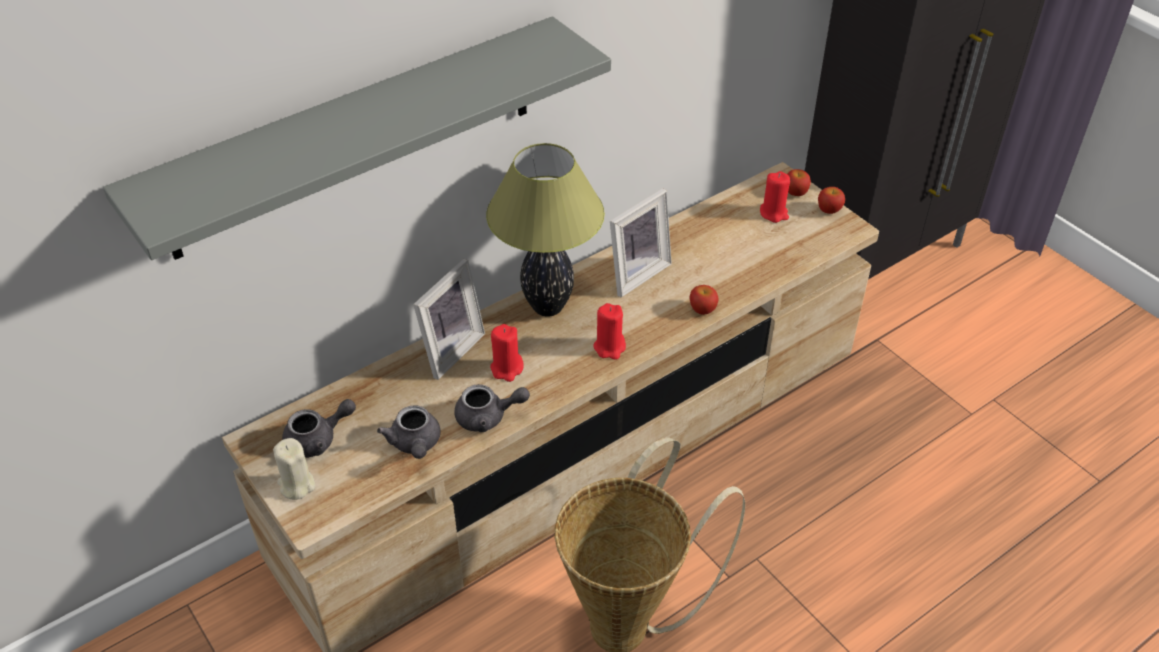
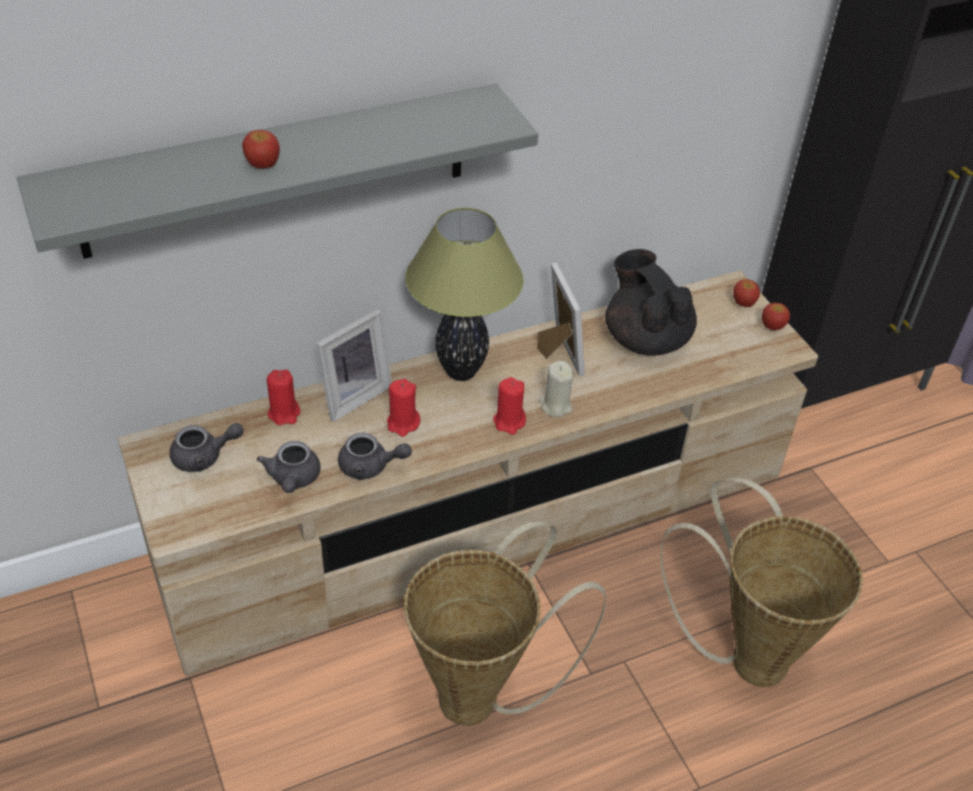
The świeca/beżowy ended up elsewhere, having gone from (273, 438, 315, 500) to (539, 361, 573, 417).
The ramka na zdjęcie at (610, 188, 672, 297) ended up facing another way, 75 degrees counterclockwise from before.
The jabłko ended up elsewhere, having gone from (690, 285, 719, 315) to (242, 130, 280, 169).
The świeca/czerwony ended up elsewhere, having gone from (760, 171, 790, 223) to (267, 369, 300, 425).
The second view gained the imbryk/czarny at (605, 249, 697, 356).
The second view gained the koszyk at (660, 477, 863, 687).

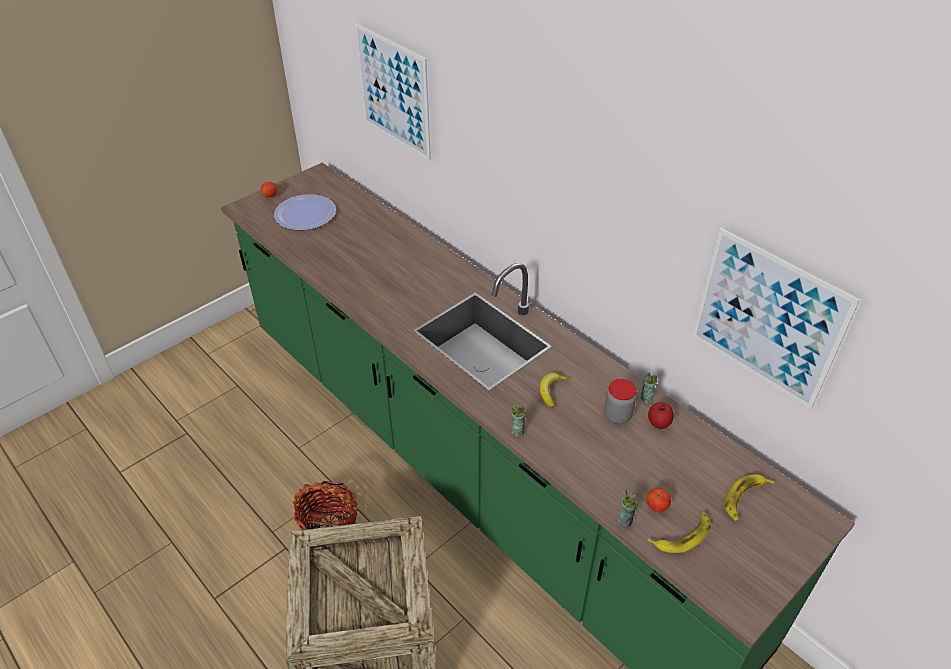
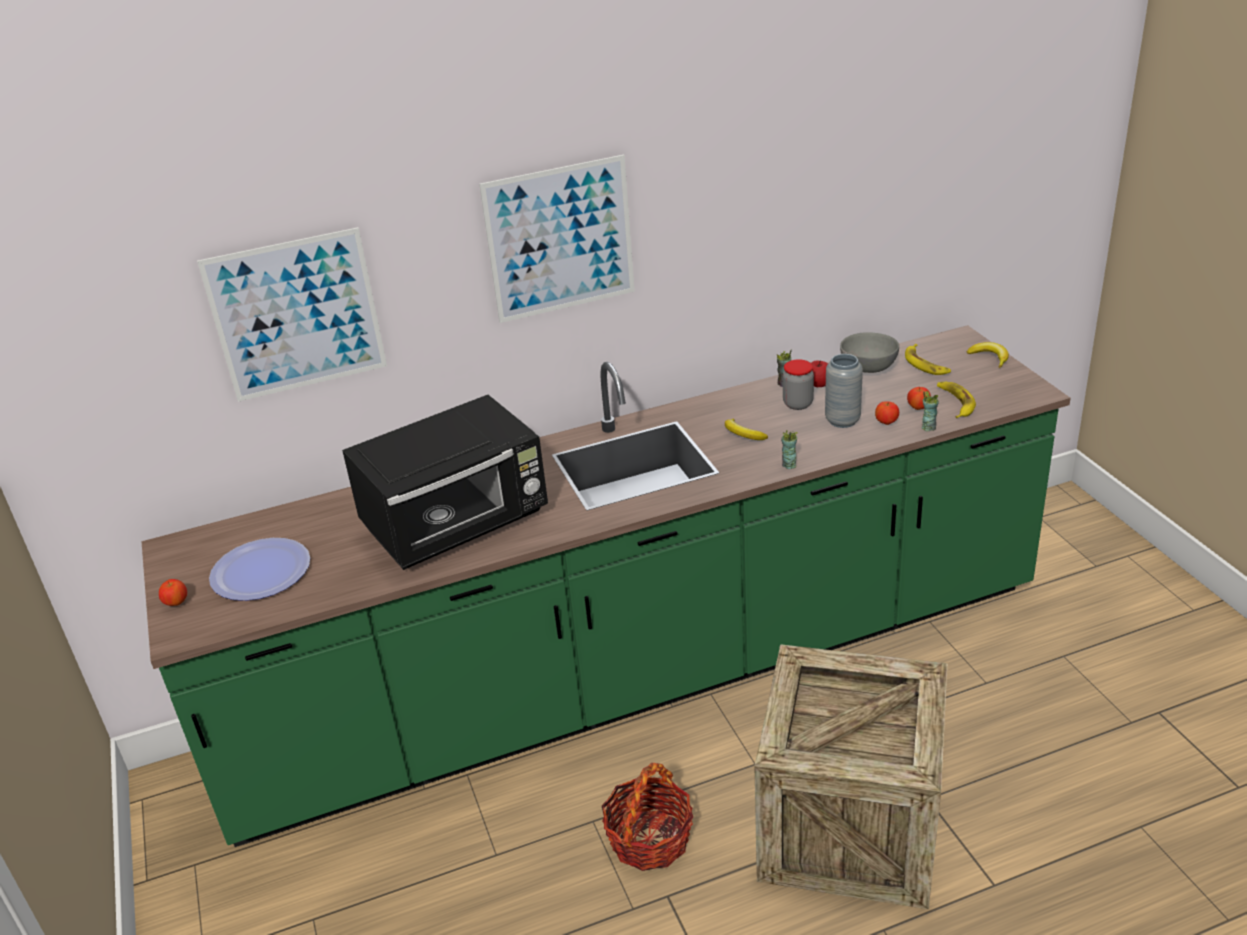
The obraz ended up elsewhere, having gone from (692, 228, 860, 409) to (479, 155, 635, 323).
The second view gained the mikrofalówka/czarny at (342, 395, 548, 570).
The second view gained the wazon/szary at (825, 354, 863, 428).
The second view gained the miska/szary at (840, 332, 899, 373).
The second view gained the jabłko at (875, 401, 899, 425).
The second view gained the banan at (967, 342, 1009, 368).

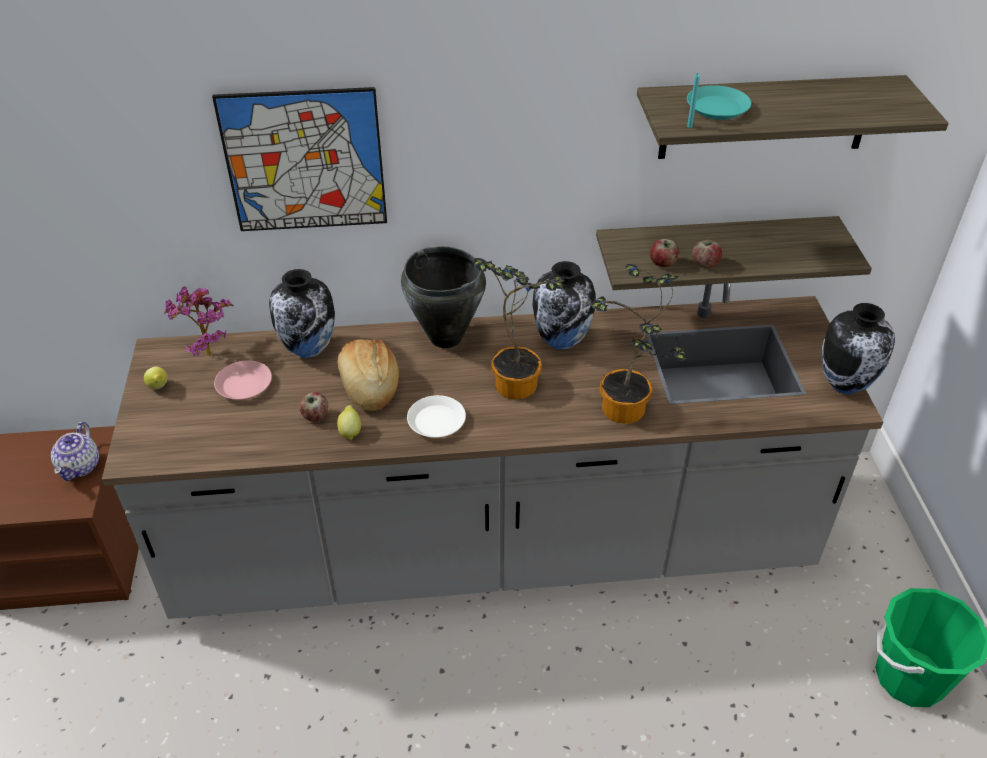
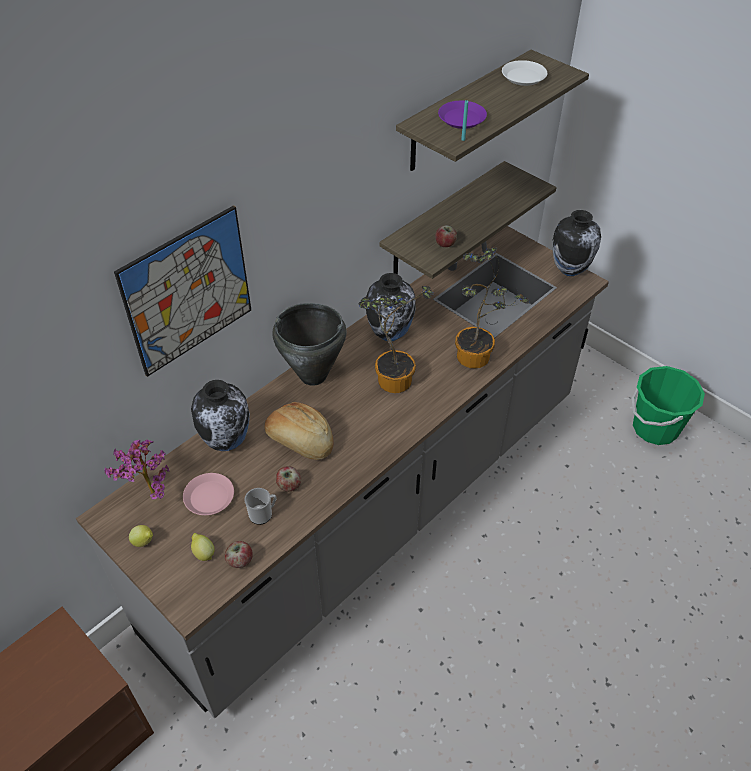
The second view lost the imbryk at (51, 422, 99, 481).
The cytryna ended up elsewhere, having gone from (337, 405, 361, 440) to (191, 533, 215, 561).
The talerz/biały ended up elsewhere, having gone from (407, 395, 466, 438) to (502, 60, 547, 86).
What was the talerz/turkusowy at (687, 85, 751, 120) turned into the talerz/fioletowy at (438, 101, 487, 129).
The jabłko ended up elsewhere, having gone from (692, 240, 722, 268) to (225, 541, 253, 568).
The second view gained the kubek at (244, 488, 277, 525).

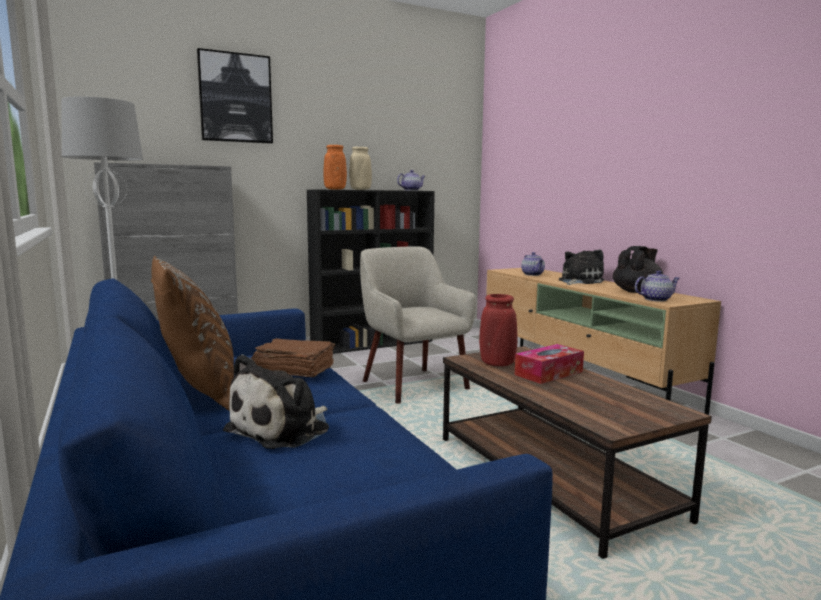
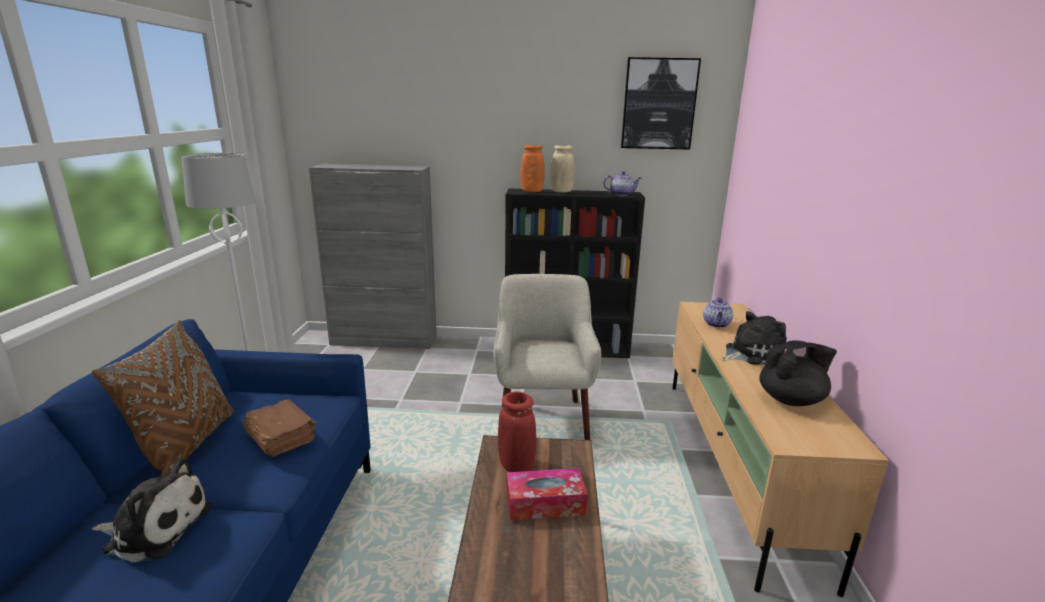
The obraz ended up elsewhere, having gone from (197, 48, 273, 144) to (621, 57, 701, 150).
The pluszak at (223, 354, 329, 449) ended up facing another way, 150 degrees counterclockwise from before.
The second view lost the imbryk at (635, 270, 680, 302).

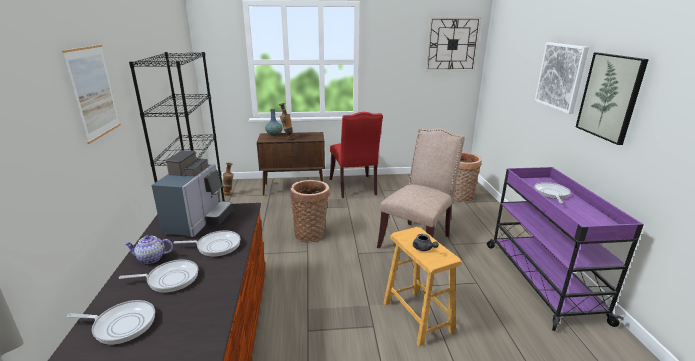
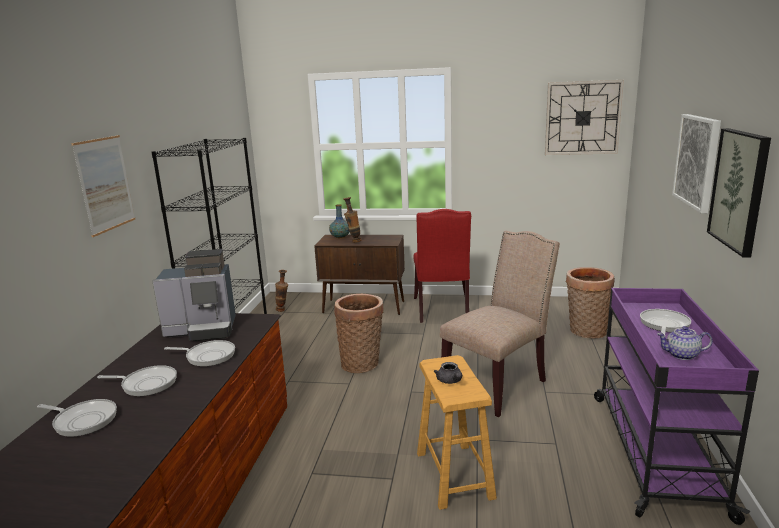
The imbryk ended up elsewhere, having gone from (124, 235, 173, 264) to (657, 326, 713, 360).
The ekspres do kawy at (151, 150, 232, 237) ended up facing another way, 60 degrees clockwise from before.

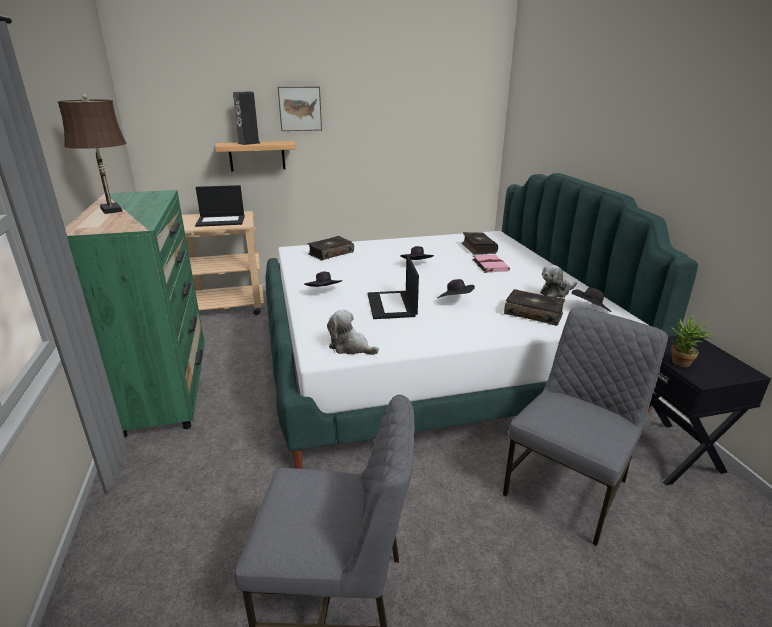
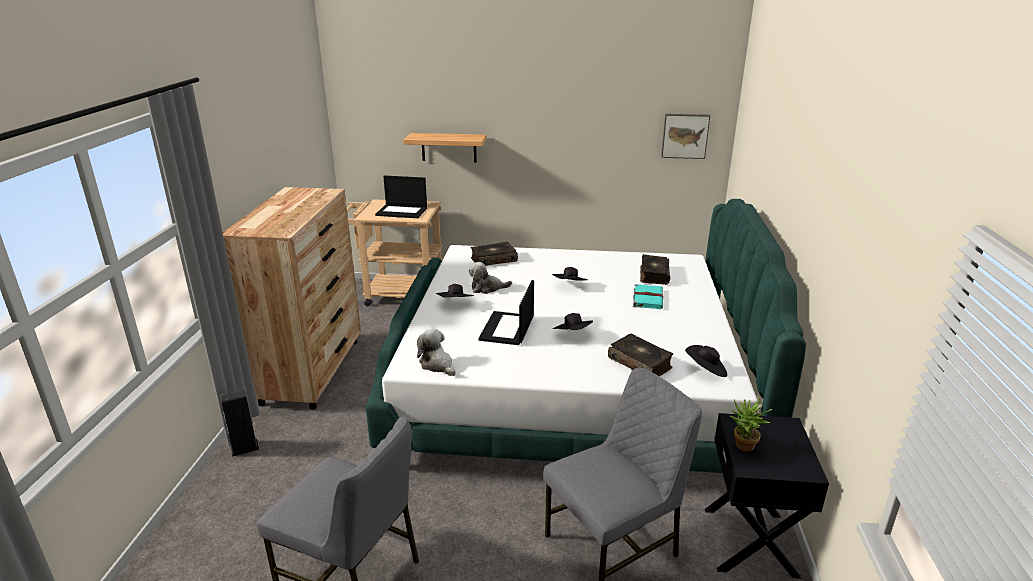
The second view lost the lampa stołowa/brązowy at (58, 94, 126, 214).
What was the komoda/zielony at (65, 190, 205, 438) turned into the komoda/brązowy at (223, 187, 361, 410).
The głośnik ended up elsewhere, having gone from (233, 91, 260, 145) to (221, 388, 259, 457).
The obraz ended up elsewhere, having gone from (278, 87, 322, 131) to (661, 114, 710, 159).
What was the książka/różowy at (472, 254, 510, 273) turned into the książka/turkusowy at (633, 284, 663, 309).
The pluszak ended up elsewhere, having gone from (540, 265, 577, 298) to (469, 262, 512, 294).

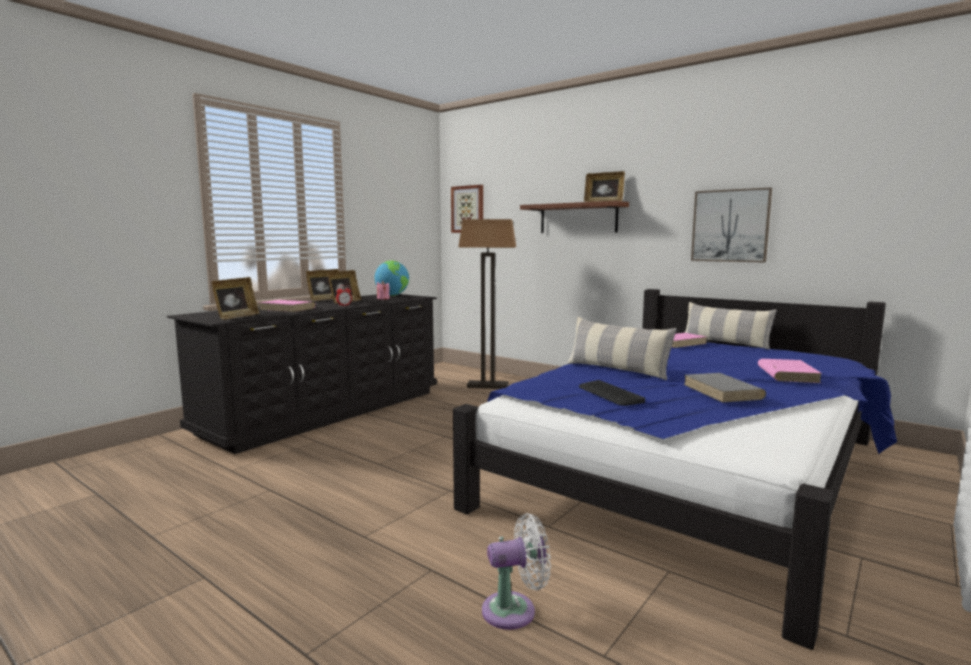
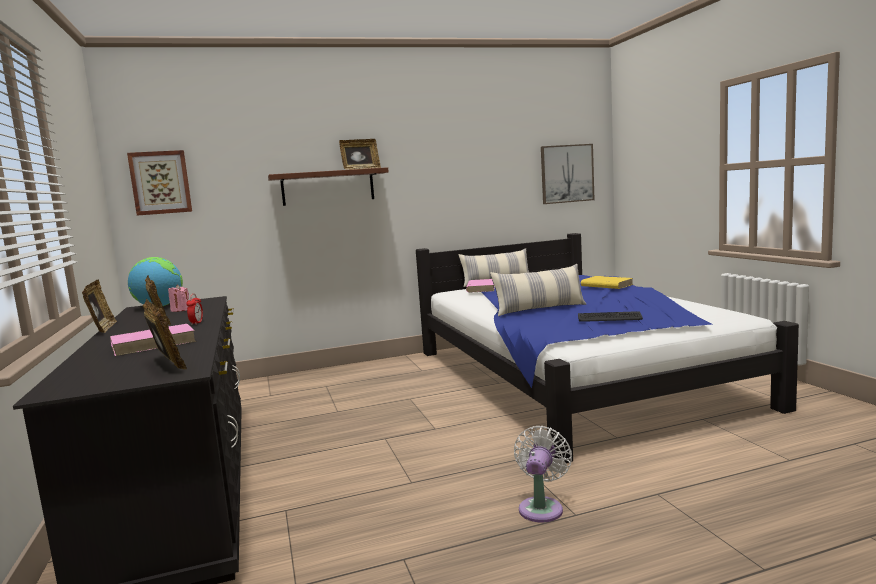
The second view lost the lampa stojąca at (458, 219, 516, 389).
The wentylator/biały ended up elsewhere, having gone from (482, 513, 551, 630) to (514, 426, 572, 522).
The second view lost the książka/szary at (683, 373, 766, 403).
The obraz ended up elsewhere, having gone from (691, 187, 772, 263) to (541, 144, 594, 204).
What was the książka/różowy at (758, 359, 822, 383) turned into the książka/żółty at (581, 276, 633, 289).

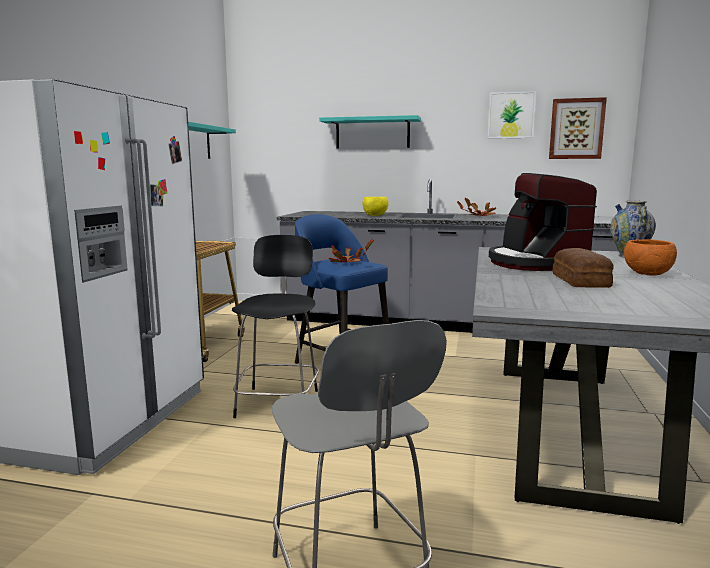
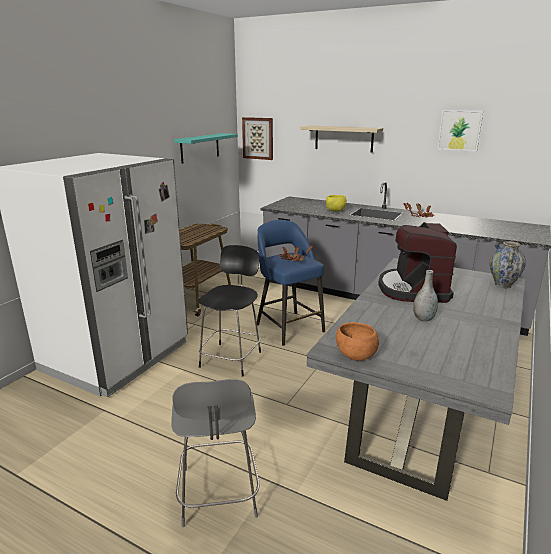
What was the półka/turkusowy at (319, 115, 421, 148) turned into the półka/beżowy at (300, 125, 383, 152).
The obraz ended up elsewhere, having gone from (549, 97, 607, 159) to (242, 117, 273, 160).
Where the chleb stood at (552, 248, 614, 288), the wazon/szary came to stand at (413, 270, 438, 322).
The miska/pomarańczowy ended up elsewhere, having gone from (624, 240, 677, 276) to (336, 322, 379, 361).

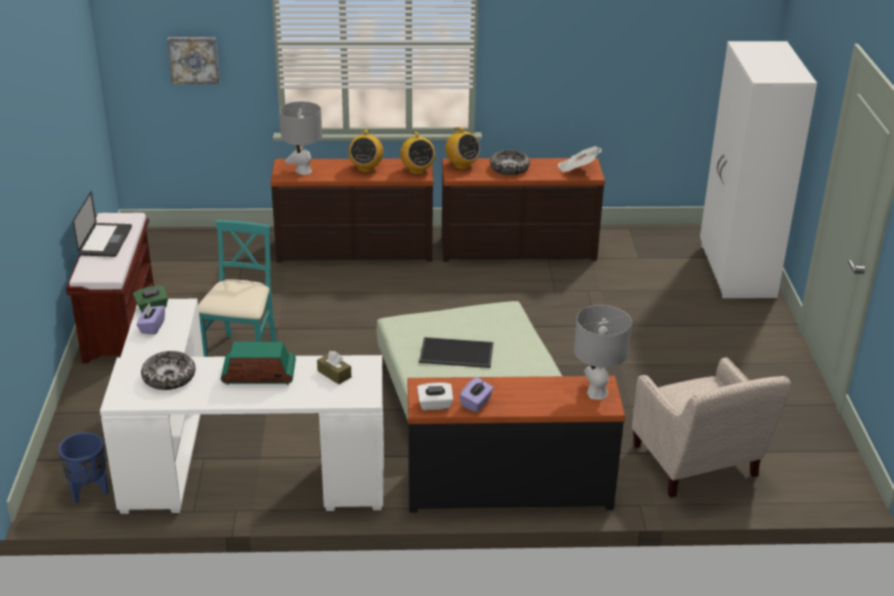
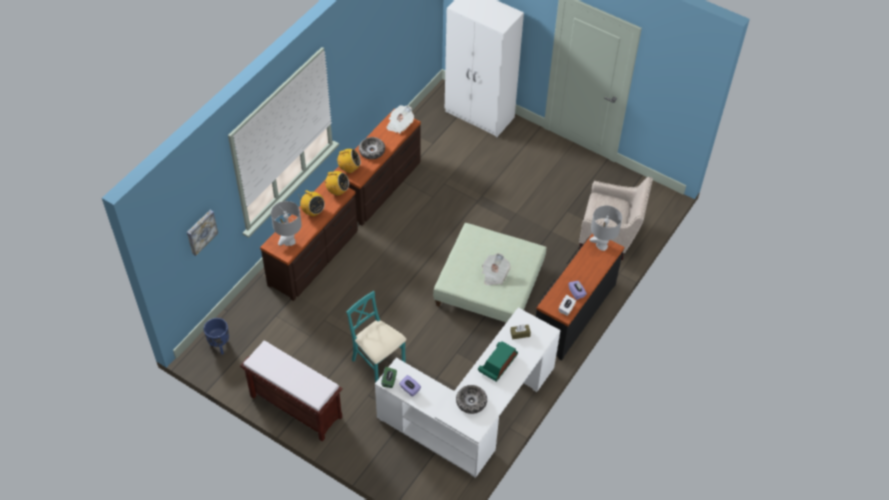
The donica/niebieski ended up elsewhere, having gone from (58, 432, 108, 504) to (204, 318, 229, 355).
The second view lost the laptop at (73, 191, 132, 257).
Where the taca stood at (419, 337, 494, 368), the gazeta came to stand at (482, 253, 511, 285).

